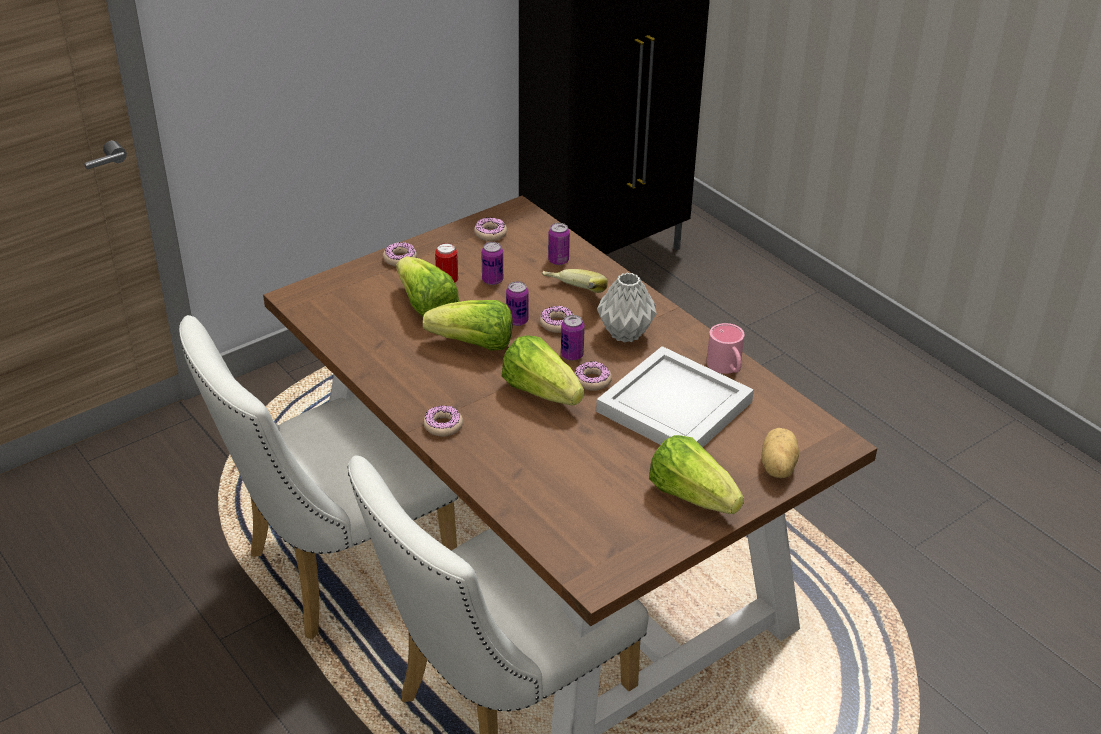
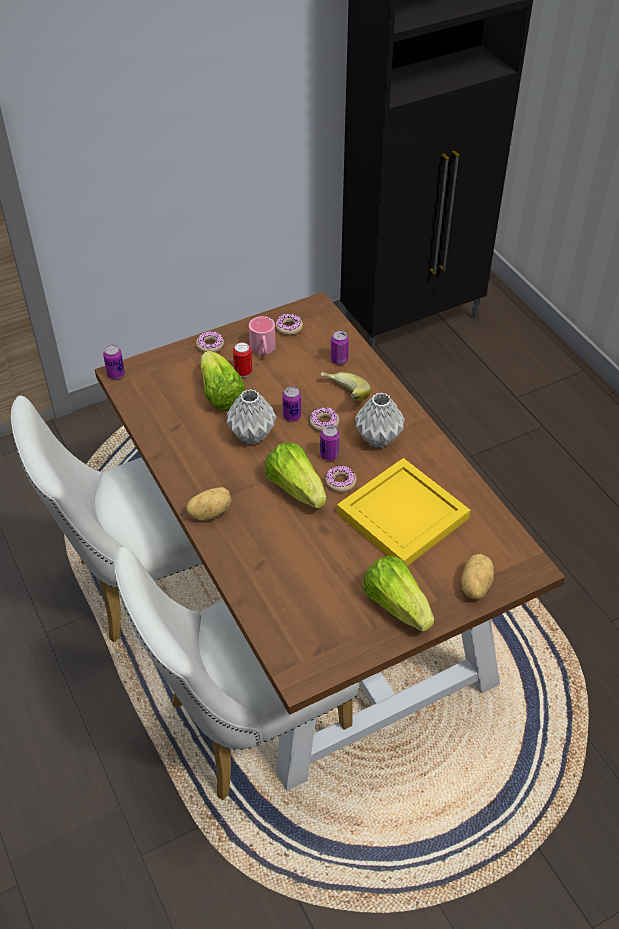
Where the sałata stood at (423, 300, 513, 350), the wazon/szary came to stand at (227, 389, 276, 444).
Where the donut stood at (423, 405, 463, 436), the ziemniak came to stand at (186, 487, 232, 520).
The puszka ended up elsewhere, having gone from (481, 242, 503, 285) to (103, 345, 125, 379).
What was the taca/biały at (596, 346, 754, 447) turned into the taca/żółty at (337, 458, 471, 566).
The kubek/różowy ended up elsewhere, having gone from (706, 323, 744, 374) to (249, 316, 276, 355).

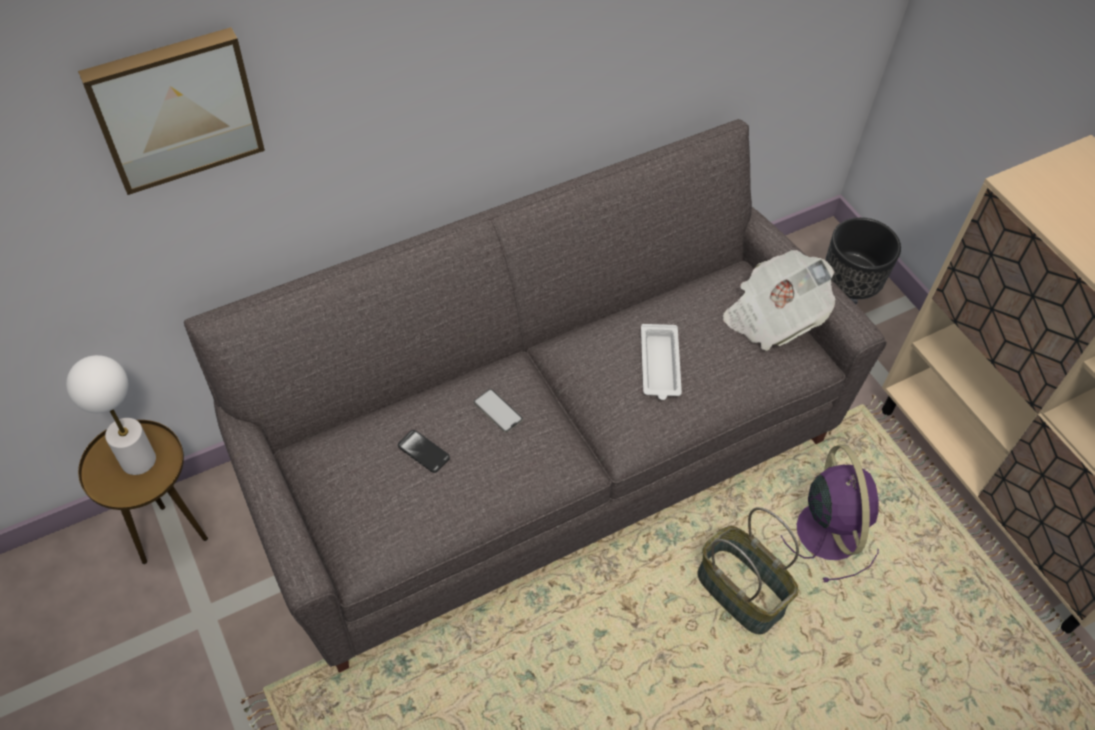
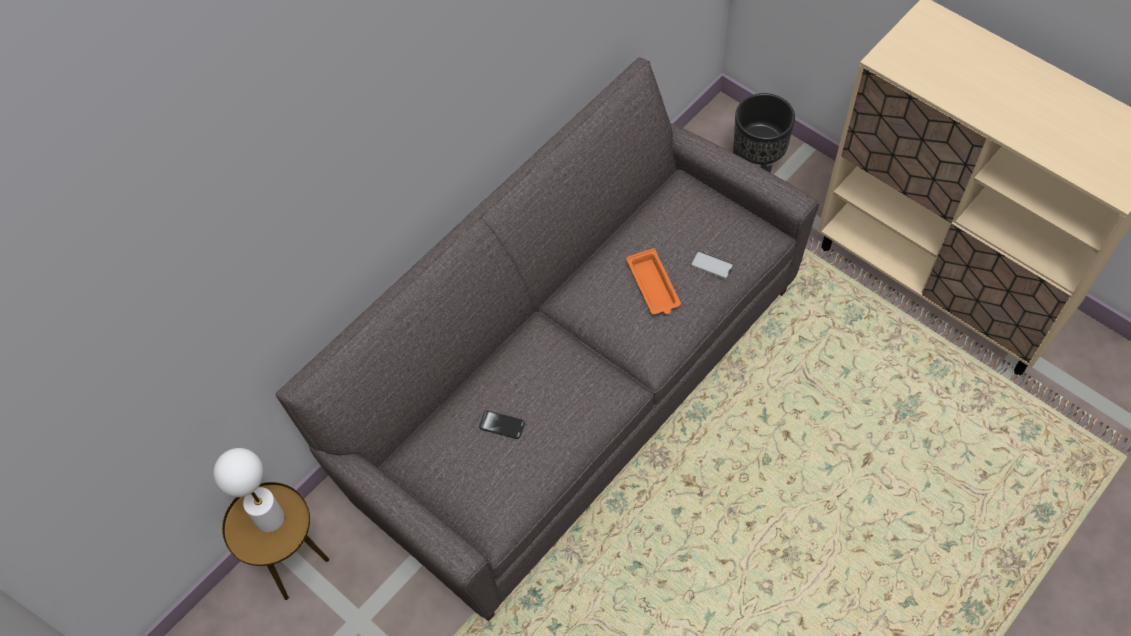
The second view lost the obraz at (78, 27, 265, 195).
The telefon ended up elsewhere, having gone from (474, 389, 523, 433) to (690, 251, 734, 280).
What was the taca/biały at (641, 324, 682, 400) turned into the taca/pomarańczowy at (626, 248, 681, 315).
The second view lost the koszyk at (697, 507, 799, 635).
The second view lost the gazeta at (723, 250, 835, 351).
The second view lost the wentylator/fioletowy at (780, 445, 879, 582).

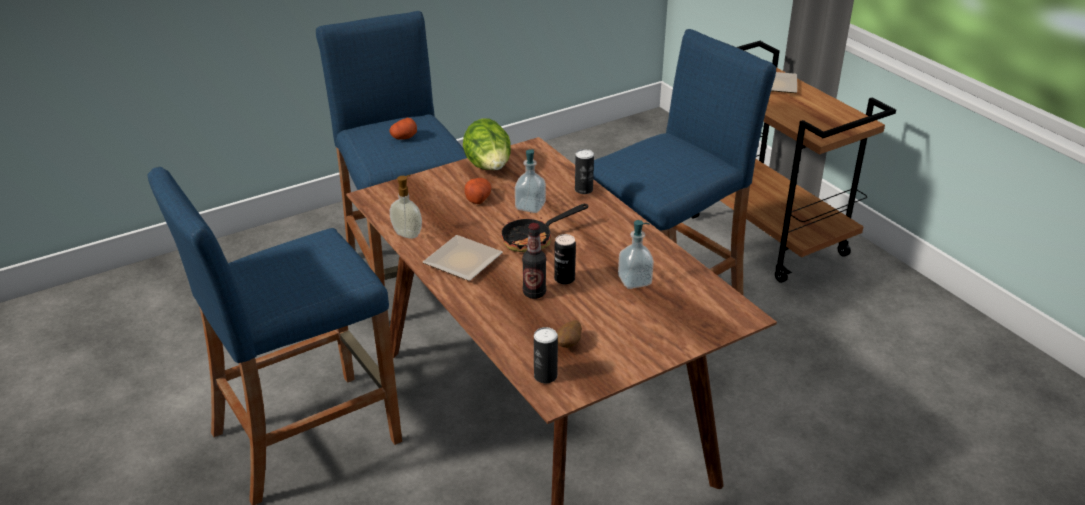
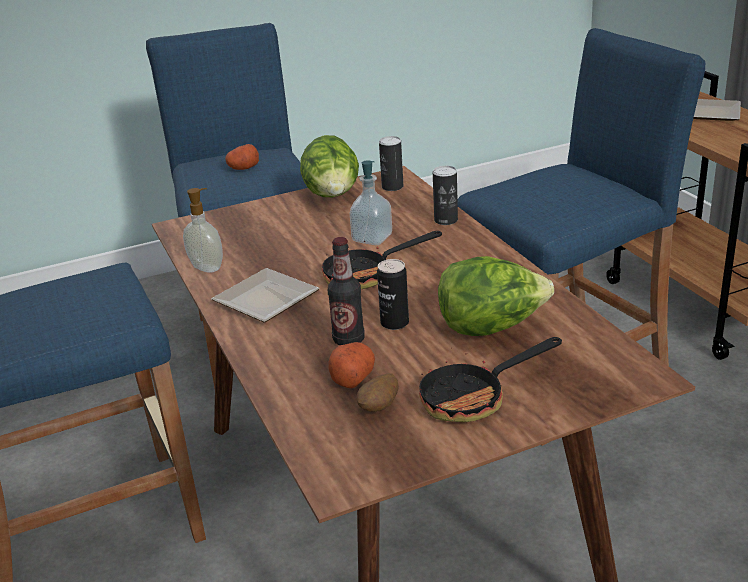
The ziemniak ended up elsewhere, having gone from (465, 178, 491, 204) to (328, 342, 375, 389).
The puszka ended up elsewhere, having gone from (534, 327, 558, 383) to (379, 136, 403, 191).
Where the dozownik mydła stood at (618, 220, 654, 289), the sałata came to stand at (438, 256, 554, 336).
The second view gained the patelnia at (419, 337, 562, 422).

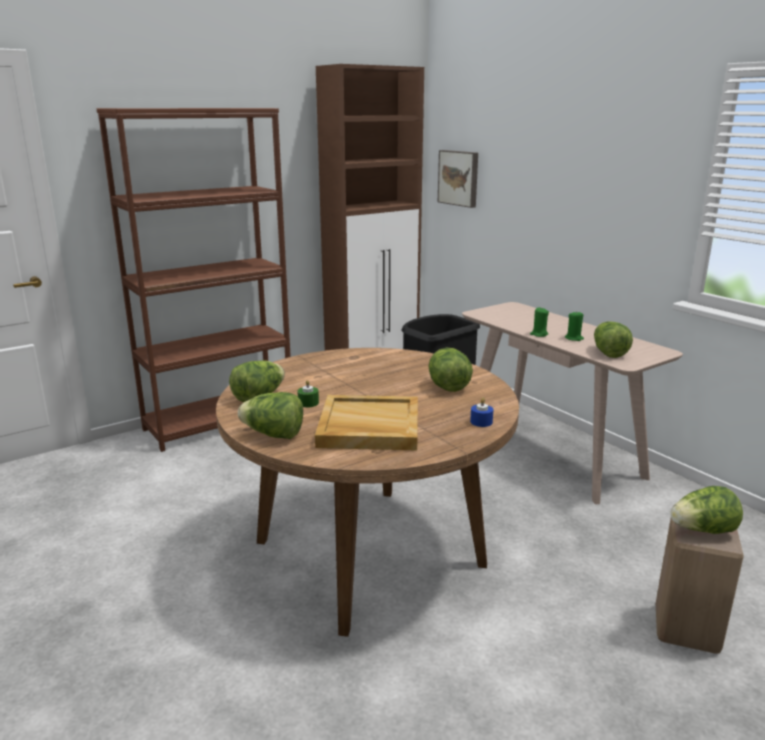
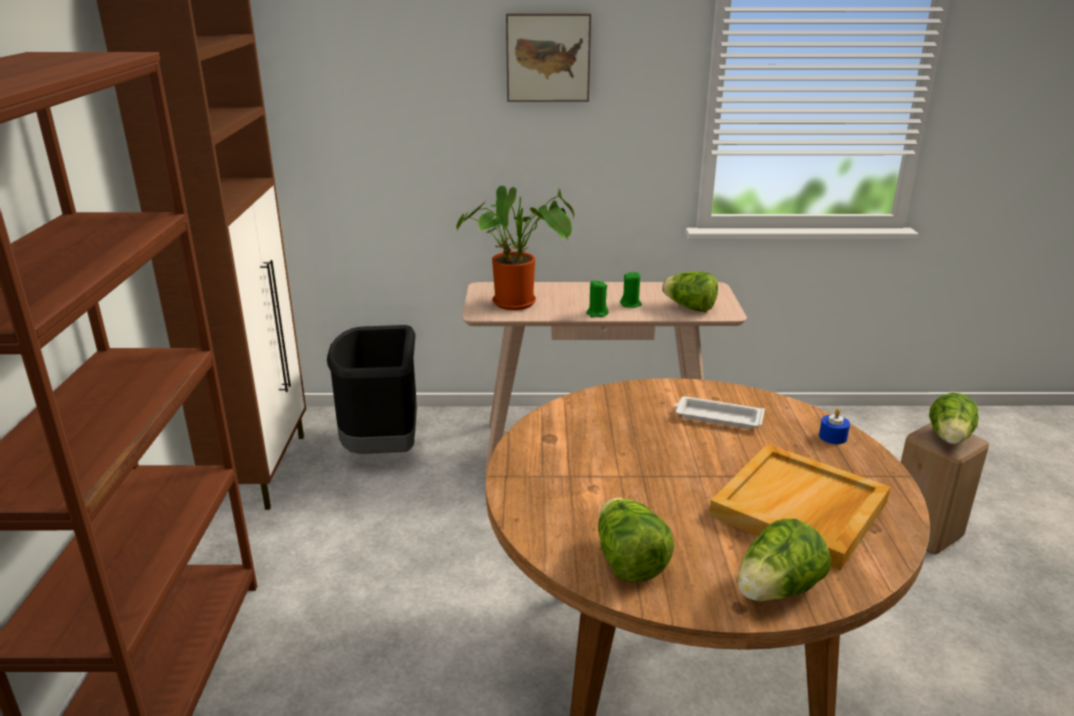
The second view lost the świeca/zielony at (297, 380, 319, 407).
Where the sałata stood at (429, 348, 473, 392), the taca/biały came to stand at (674, 396, 765, 429).
The obraz ended up elsewhere, having gone from (438, 150, 478, 208) to (506, 13, 591, 102).
The second view gained the roślina doniczkowa at (456, 186, 574, 310).

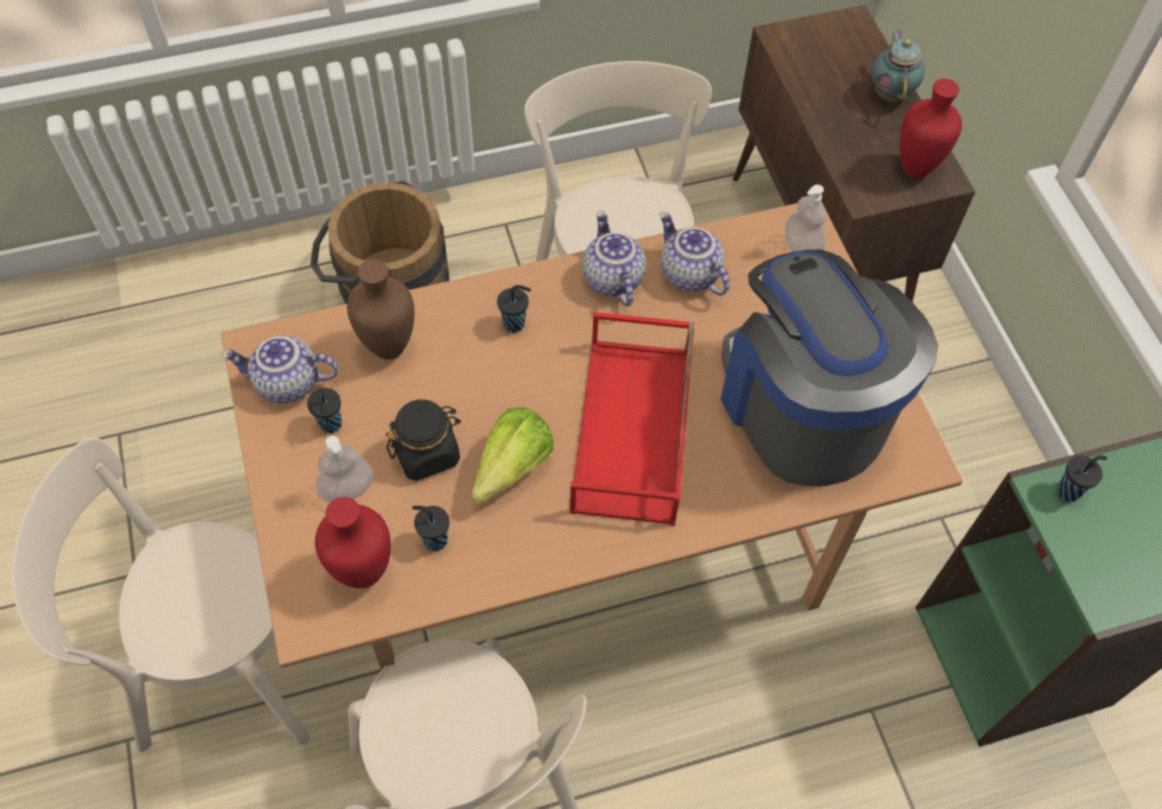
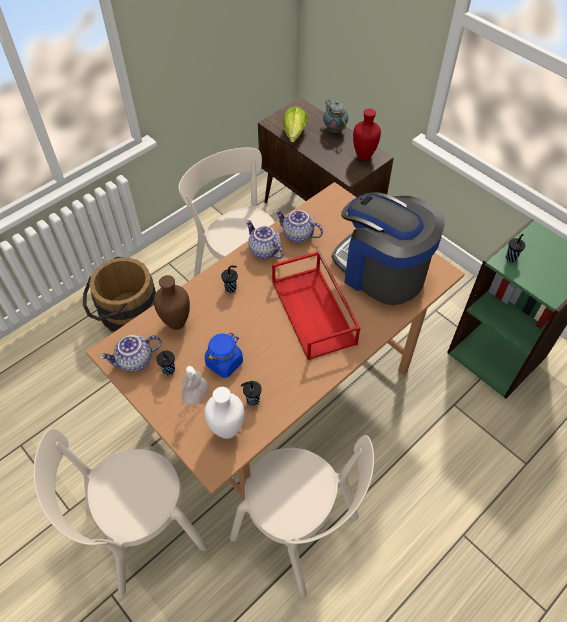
What was the wazon/czerwony at (315, 497, 391, 588) turned into the wazon/biały at (204, 387, 244, 439).
What was the słoik/czarny at (386, 400, 461, 481) turned into the słoik/niebieski at (205, 333, 243, 378).
The sałata ended up elsewhere, having gone from (471, 407, 554, 504) to (283, 106, 308, 143).
The second view lost the dozownik mydła at (785, 185, 826, 252).

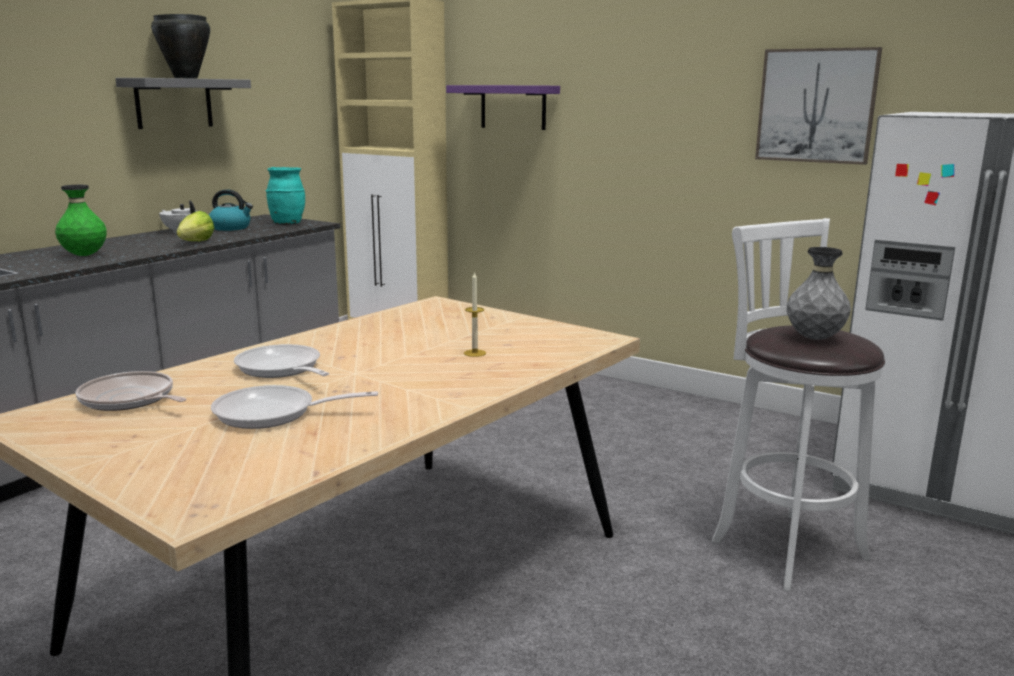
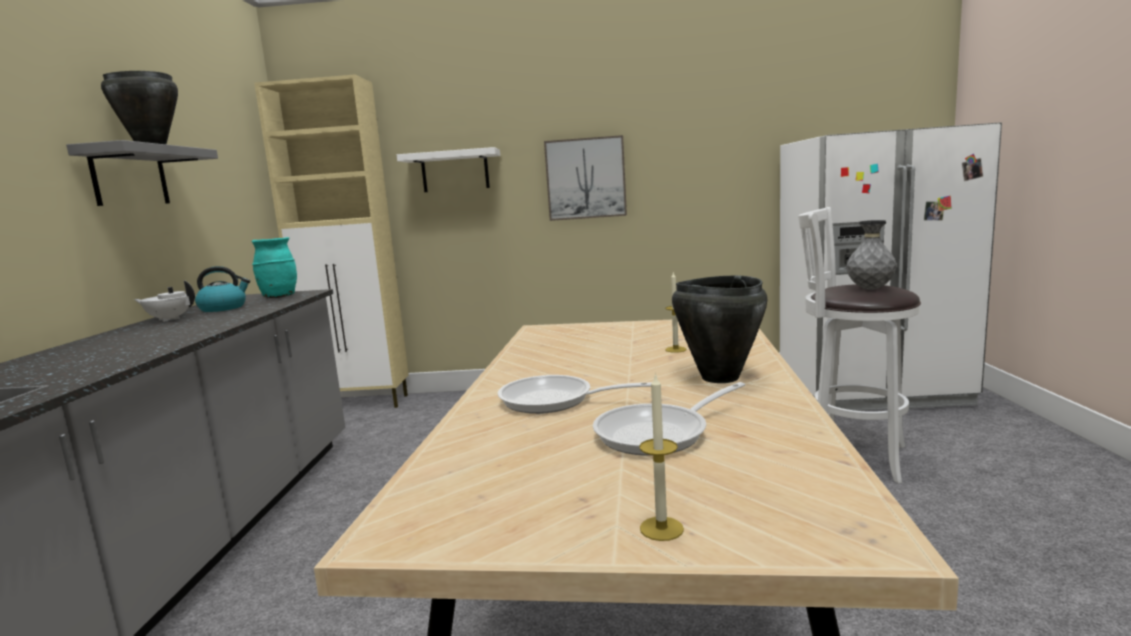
The second view lost the wazon/zielony at (55, 185, 107, 256).
The second view lost the patelnia at (75, 371, 187, 411).
The second view lost the sałata at (176, 211, 214, 241).
What was the półka/fioletowy at (446, 85, 560, 130) turned into the półka/biały at (397, 147, 500, 192).
The obraz ended up elsewhere, having gone from (755, 47, 882, 165) to (544, 135, 627, 221).
The second view gained the świeca at (639, 372, 684, 541).
The second view gained the garnek/czarny at (672, 275, 768, 383).

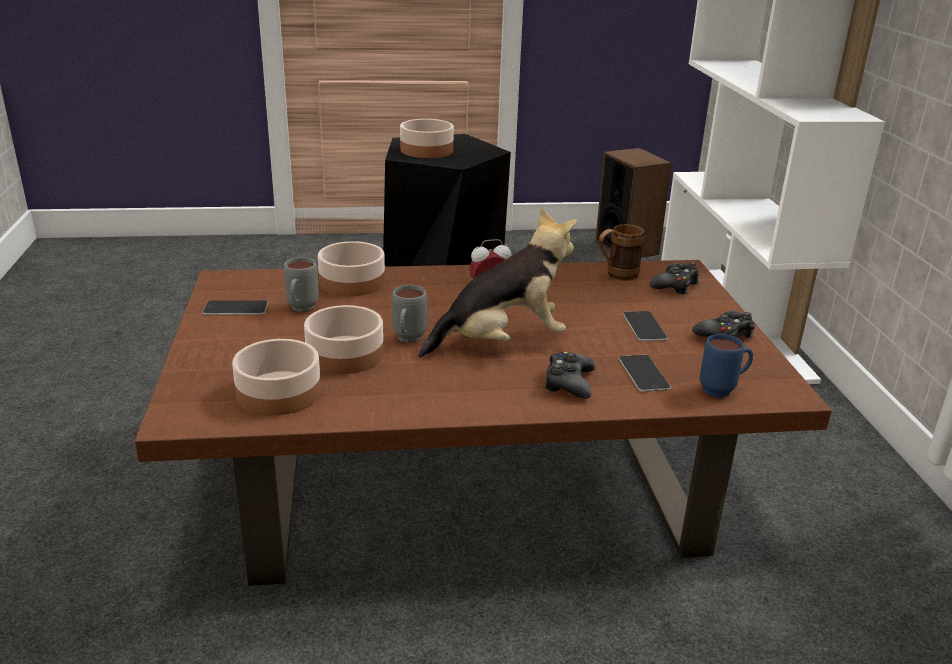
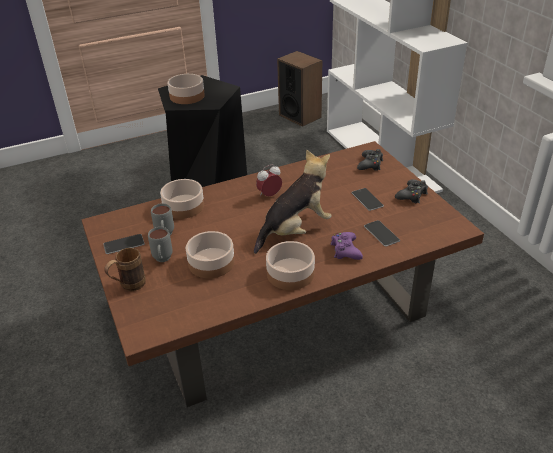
The miska ended up elsewhere, having gone from (232, 339, 321, 416) to (266, 241, 315, 290).
The kubek/szary ended up elsewhere, having gone from (392, 285, 427, 343) to (148, 227, 173, 262).
What was the pad do gier/czarny at (543, 351, 595, 399) turned into the pad do gier/fioletowy at (331, 232, 363, 260).
The kubek/brązowy ended up elsewhere, having gone from (598, 224, 644, 281) to (104, 248, 146, 291).
The second view lost the kubek/niebieski at (700, 334, 753, 398).

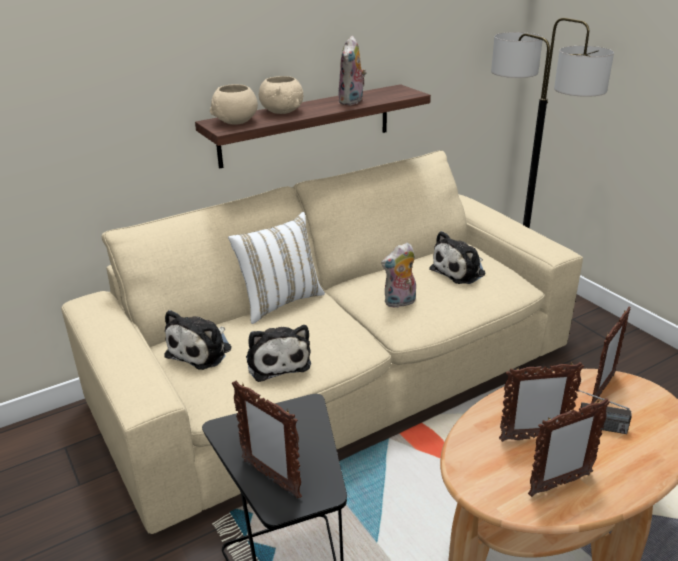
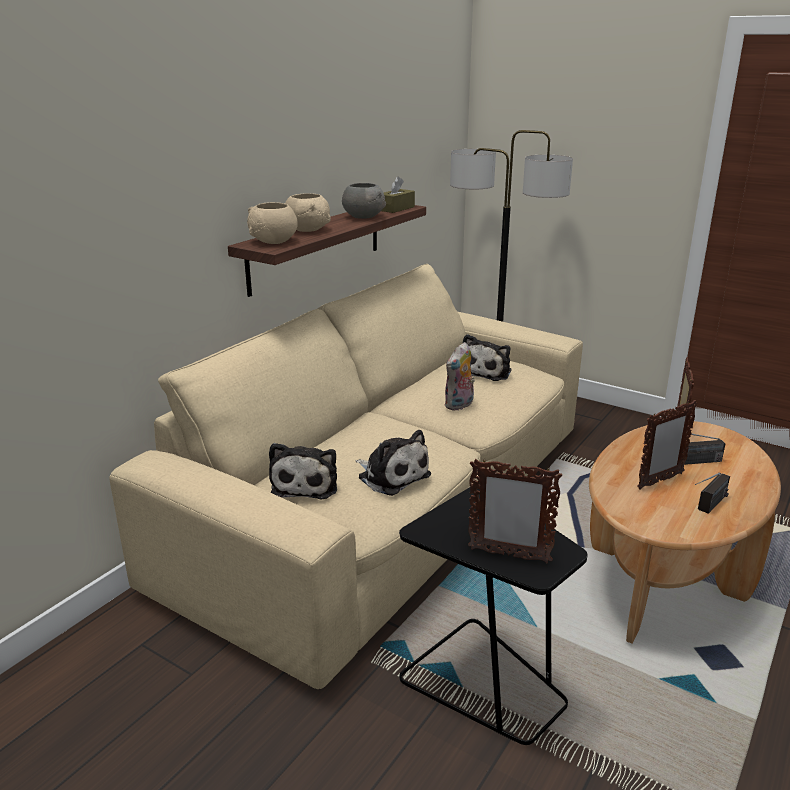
The second view lost the poduszka/biały at (228, 212, 325, 324).
Where the pluszak stood at (338, 36, 367, 105), the miska/szary came to stand at (342, 183, 386, 219).
Where the ramka na zdjęcie stood at (528, 398, 610, 497), the radio came to stand at (695, 473, 730, 514).
The second view gained the pudełko chusteczek/brązowy at (381, 176, 415, 213).

